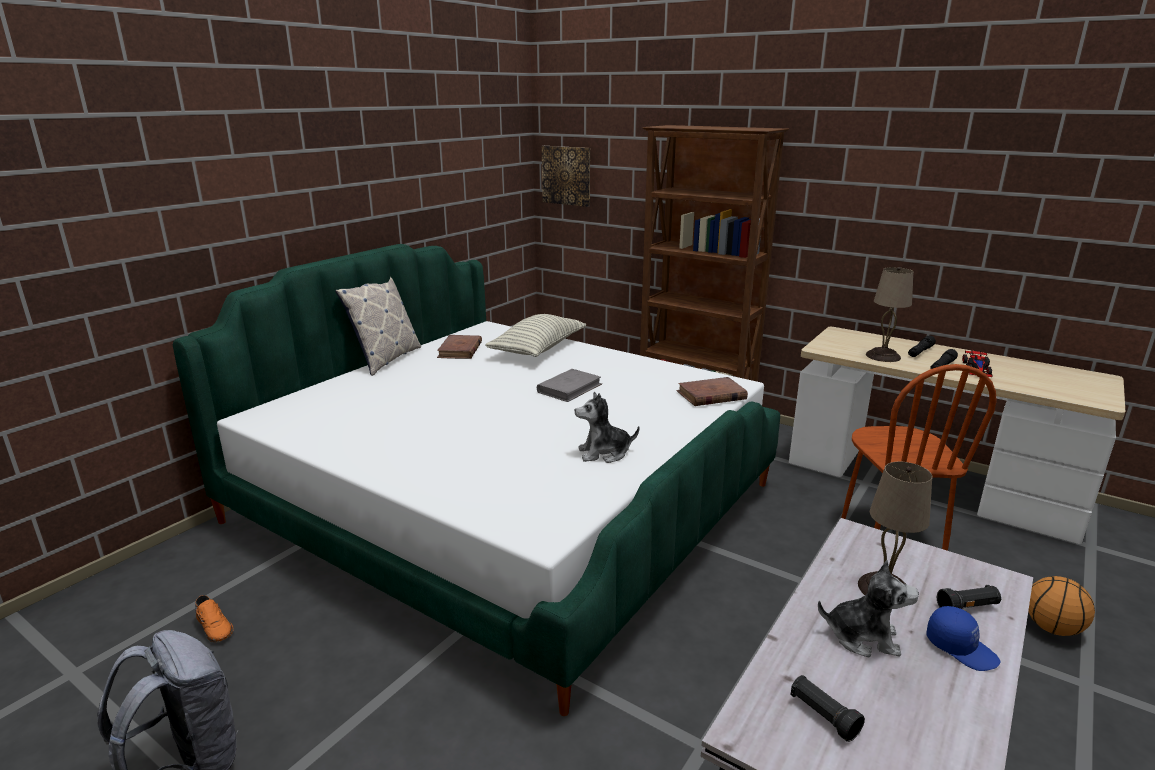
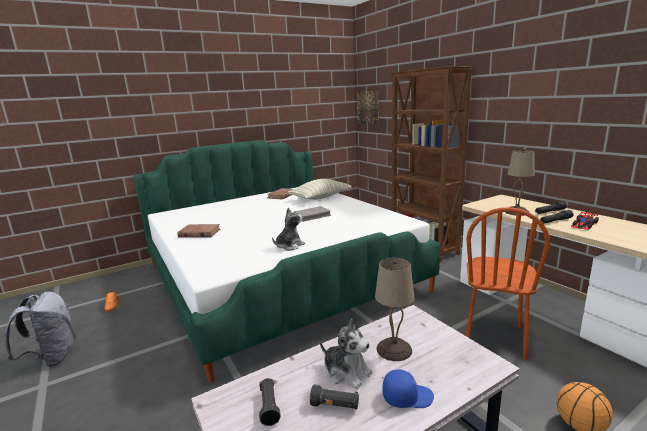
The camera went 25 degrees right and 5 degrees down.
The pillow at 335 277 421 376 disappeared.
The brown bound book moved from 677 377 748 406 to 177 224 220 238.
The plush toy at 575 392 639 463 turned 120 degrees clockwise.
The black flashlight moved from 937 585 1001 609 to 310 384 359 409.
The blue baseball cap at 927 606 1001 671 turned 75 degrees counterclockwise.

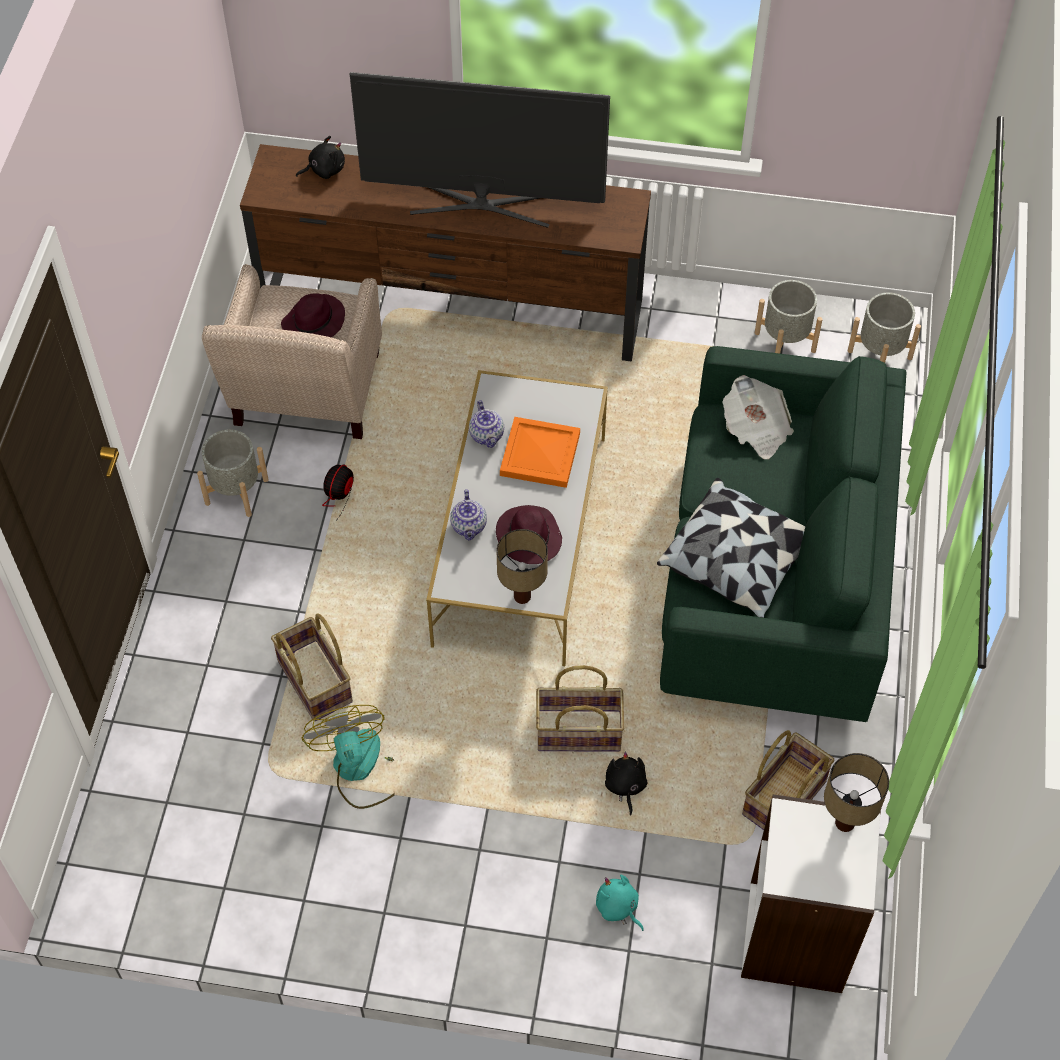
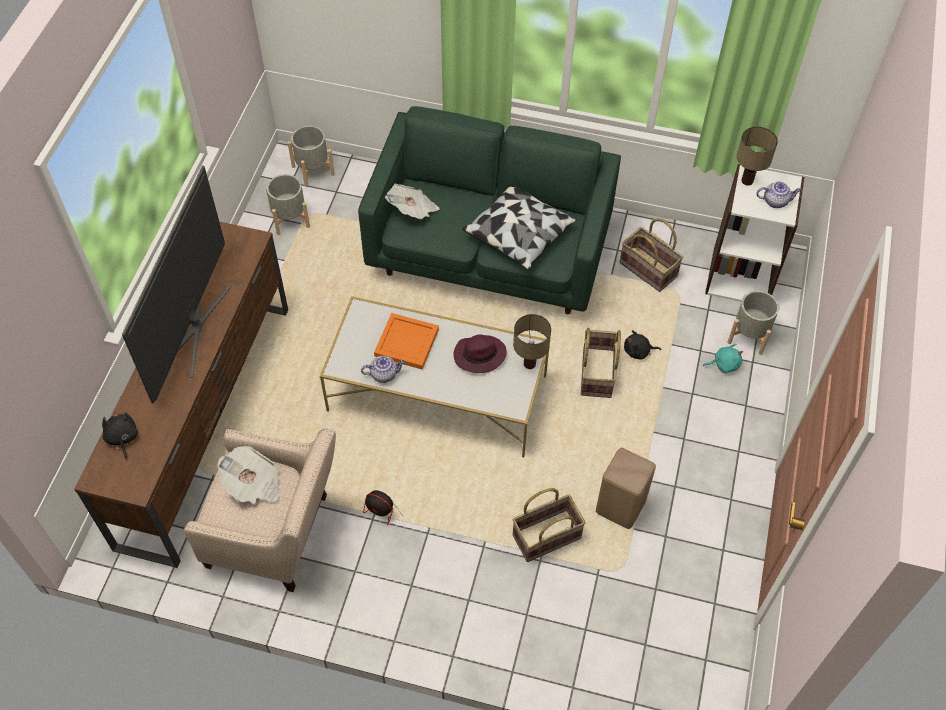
The camera went 85 degrees left and 0 degrees up.
The purple hat at 281 293 345 337 was replaced by the daily paper at 218 446 280 504.
The grey flower pot moved from 197 429 269 517 to 727 291 780 355.
The tea pot moved from 450 489 487 540 to 756 181 801 208.
The cooling fan at 302 705 394 809 was replaced by the beige stool seat at 596 448 656 529.
The turquoise-coloured plush toy at 596 875 644 931 turned 150 degrees counterclockwise.

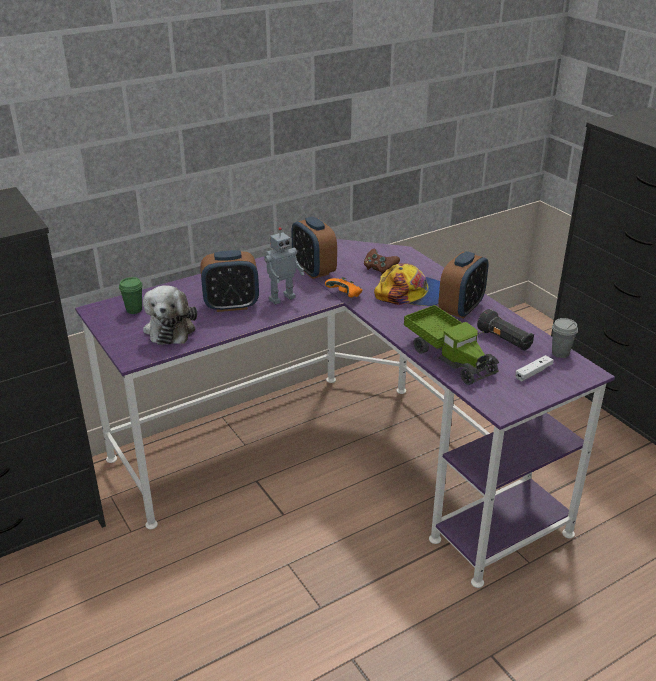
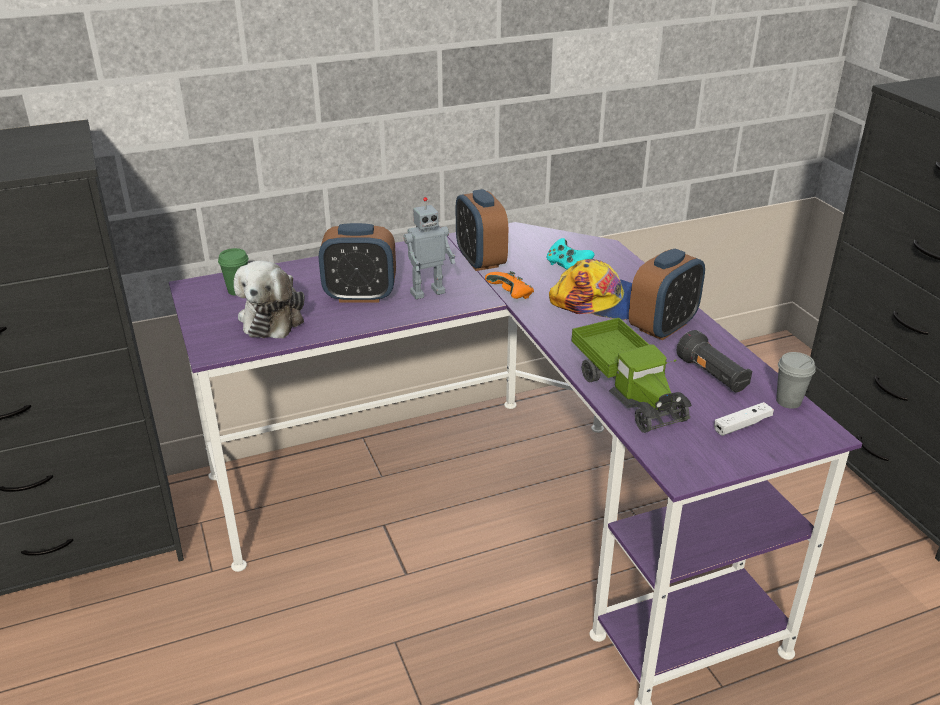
The camera went 10 degrees right and 0 degrees up.
The brown joypad at 364 249 400 274 became the turquoise-coloured joypad at 546 238 595 269.

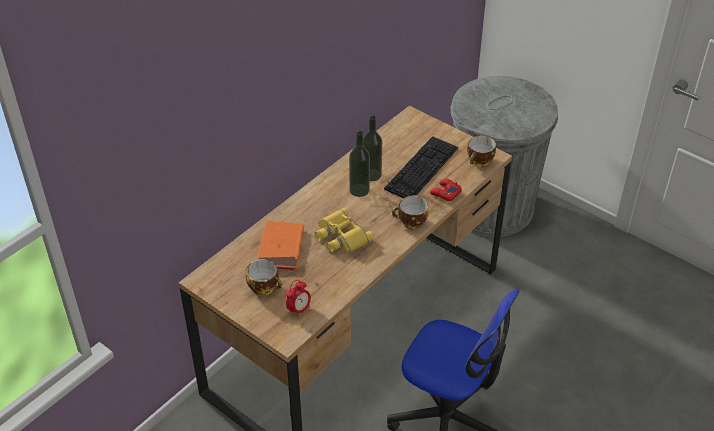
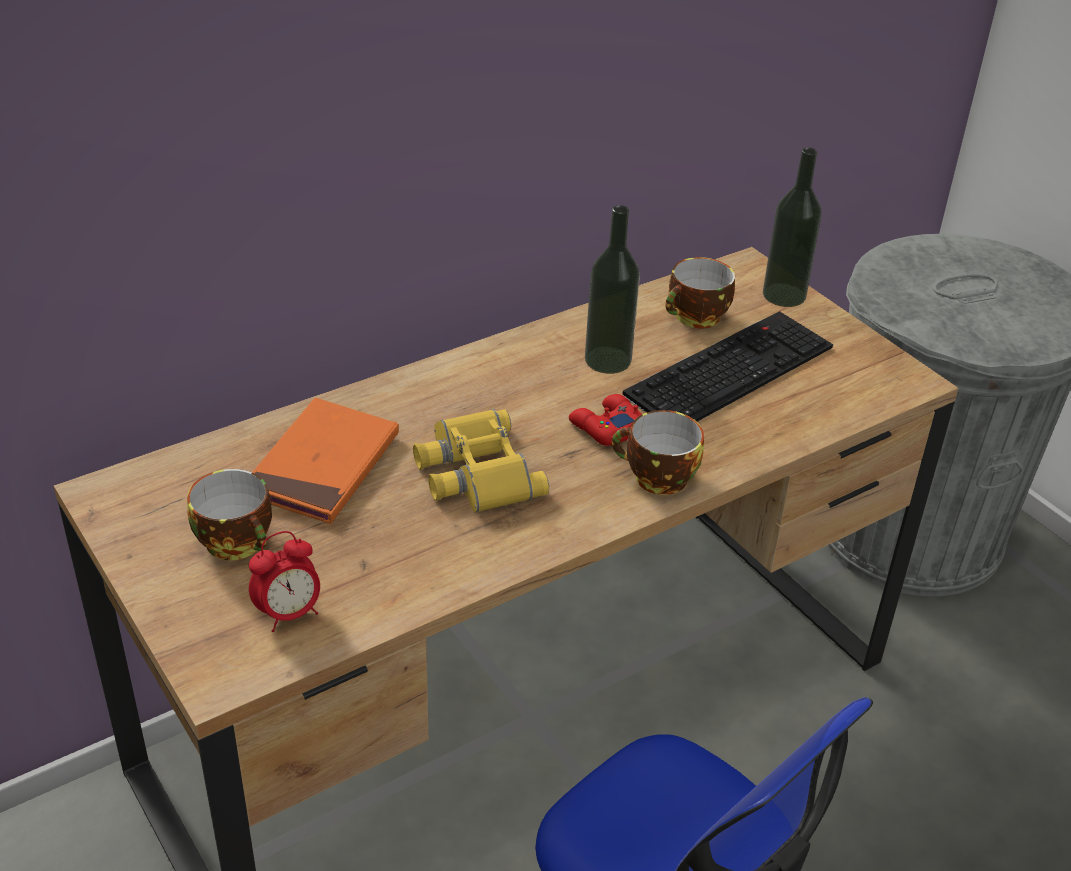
The camera went 15 degrees right and 5 degrees down.
The drink bottle moved from 349 131 370 197 to 763 148 822 307.
The cup moved from 467 136 496 167 to 665 257 735 328.
The red joypad moved from 430 179 462 201 to 569 394 642 446.

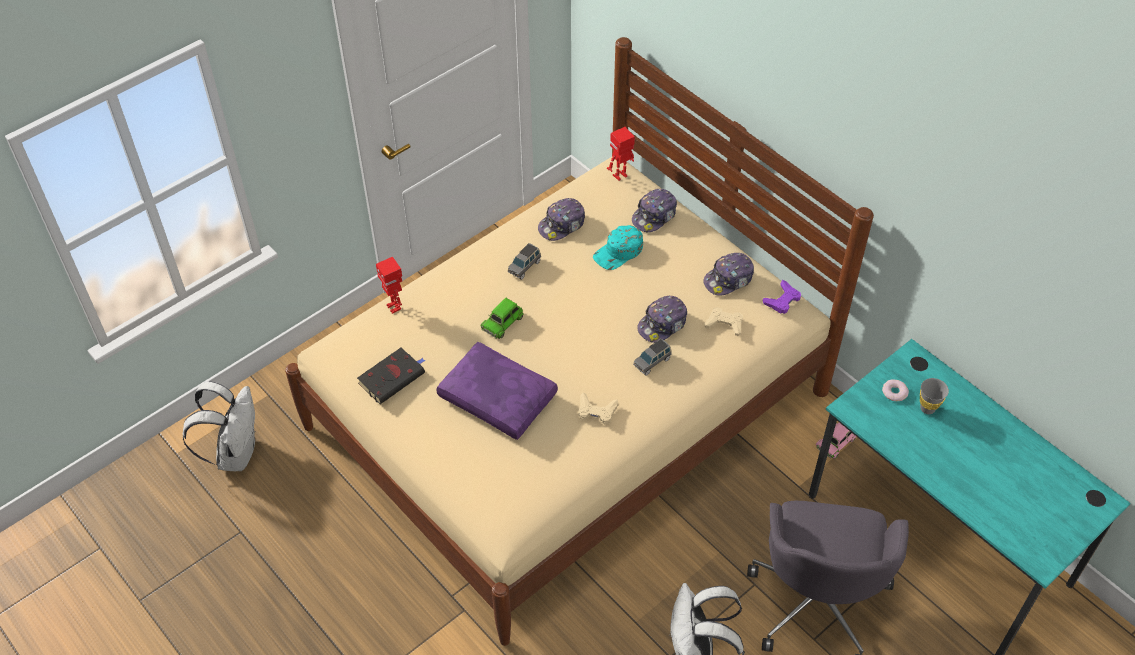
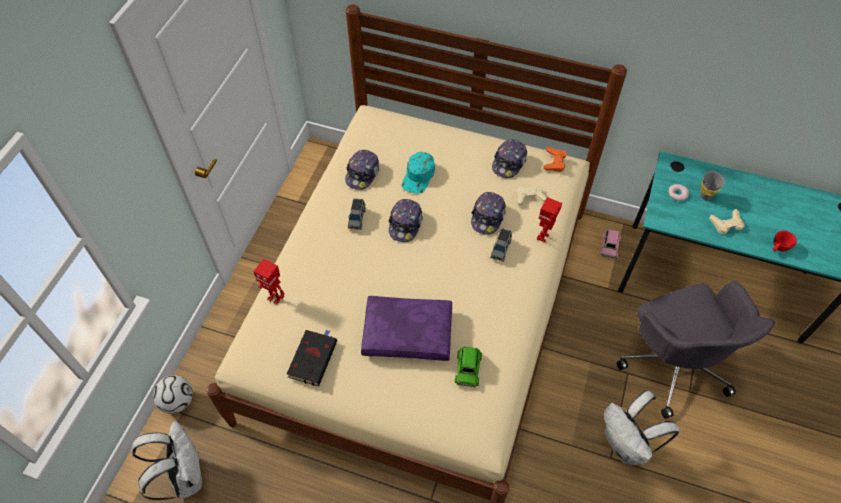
The camera went 30 degrees left and 5 degrees up.
The toy robot moved from 607 127 635 181 to 537 197 562 242.
The baseball cap moved from 632 189 677 232 to 389 199 423 242.
The purple joypad at 762 280 801 314 became the orangey joypad at 543 147 567 172.
The green-coloured miniature car moved from 481 298 524 339 to 455 347 482 387.
The beige joypad moved from 578 392 619 424 to 710 209 745 234.
The red cup at 773 230 797 251 appeared.
The ball for football at 153 375 193 414 appeared.

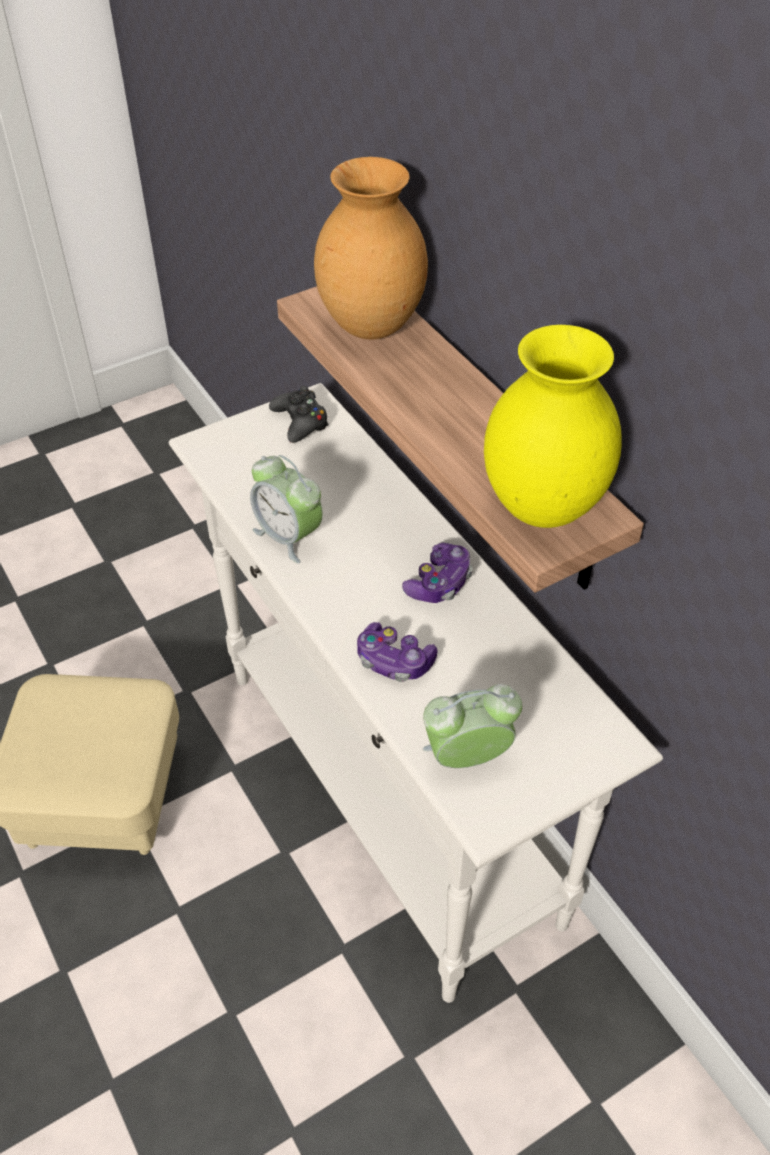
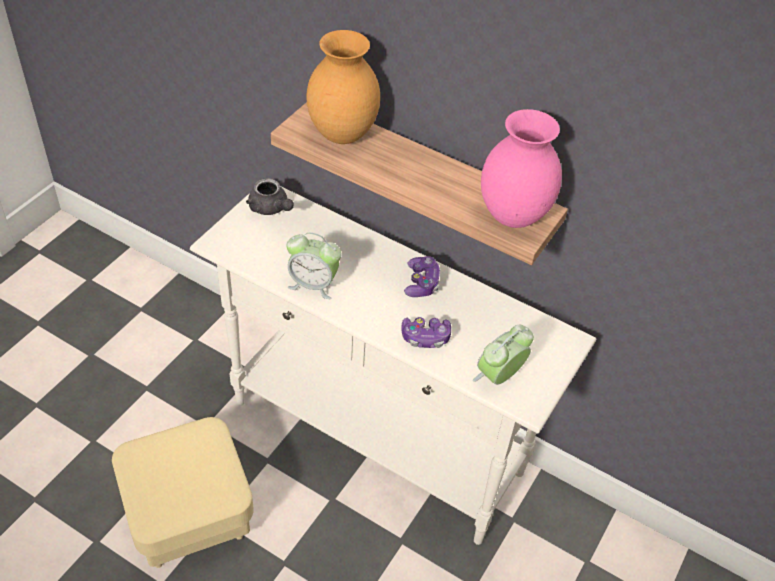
The camera went 30 degrees left and 0 degrees up.
The yellow vase at 484 325 622 528 became the pinkish vase at 481 109 562 228.
The black joypad at 269 386 329 443 was replaced by the grey tea pot at 246 178 294 215.

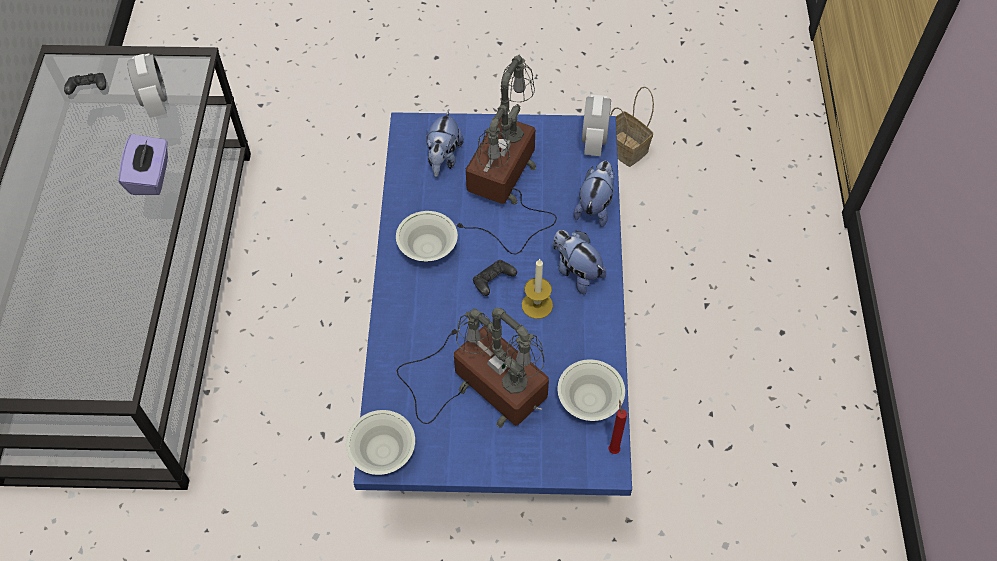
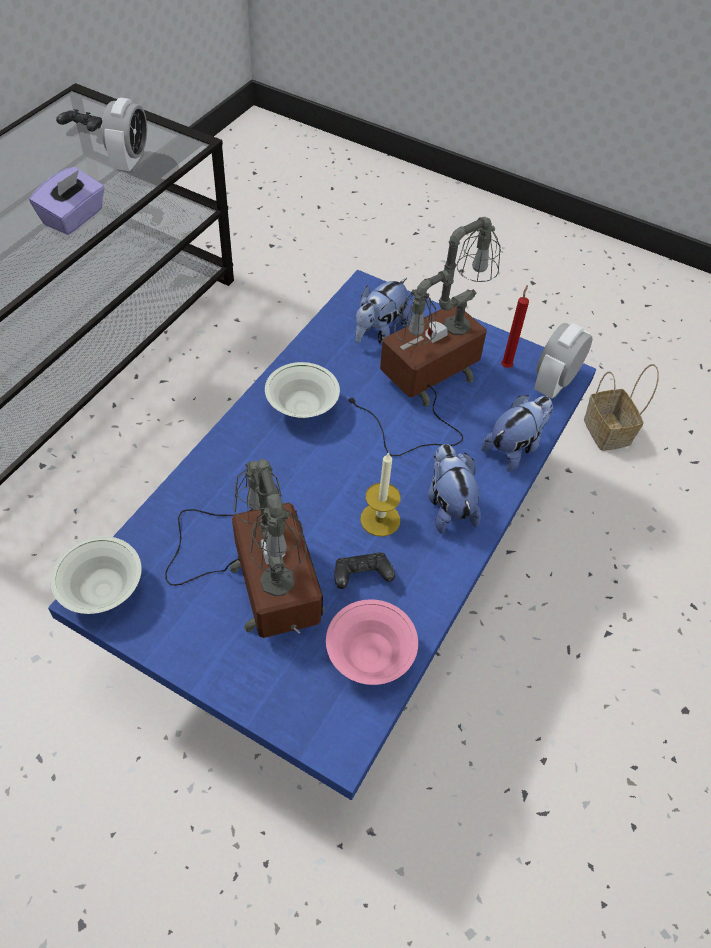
The camera went 25 degrees right and 5 degrees down.
The black joypad moved from 473 260 517 296 to 334 553 395 589.
The white-coloured deep dish at 558 359 625 421 became the pinkish deep dish at 326 599 418 685.
The red candle moved from 609 400 627 454 to 501 285 529 368.

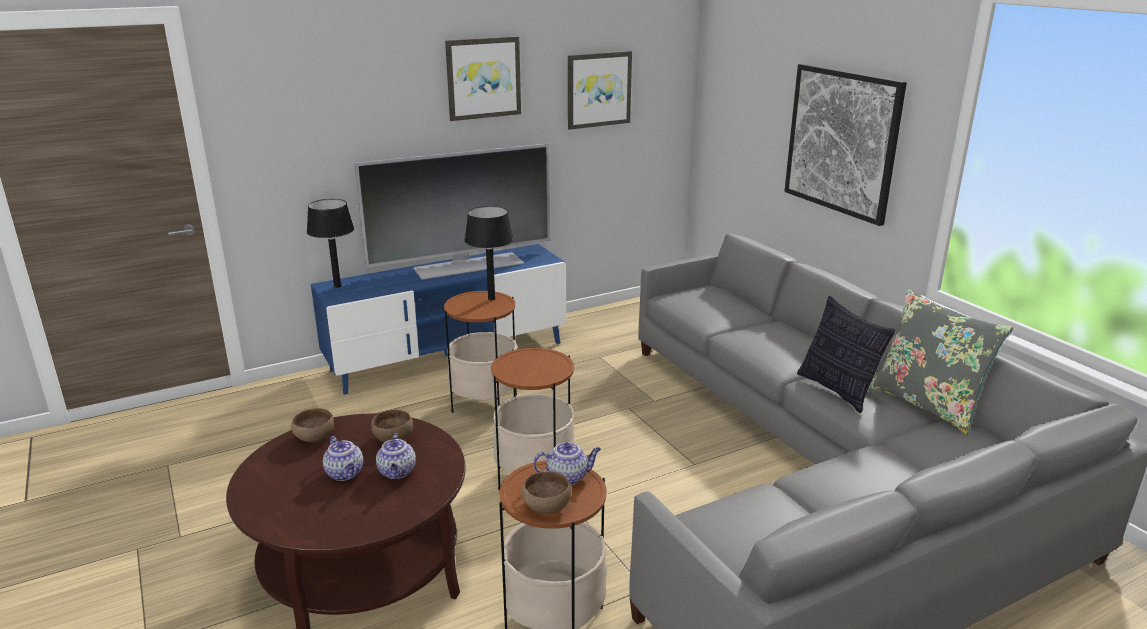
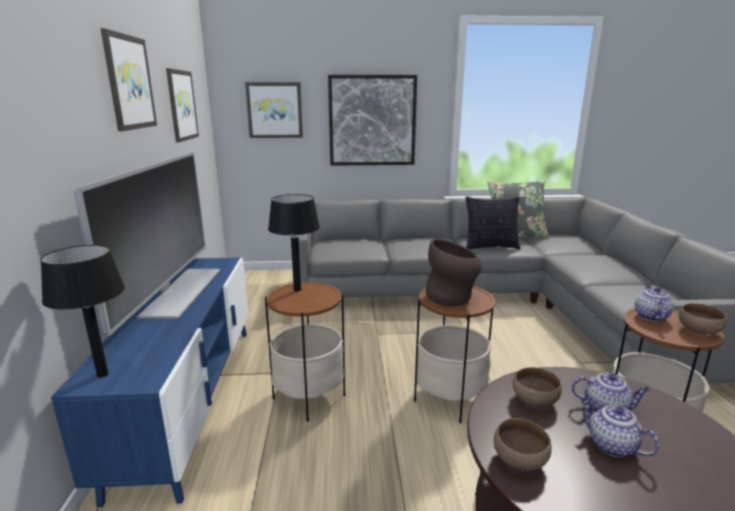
The camera went 65 degrees left and 5 degrees down.
The tea pot at 323 436 363 481 turned 120 degrees counterclockwise.
The wall art at 245 82 303 138 appeared.
The brown vase at 426 239 482 306 appeared.

